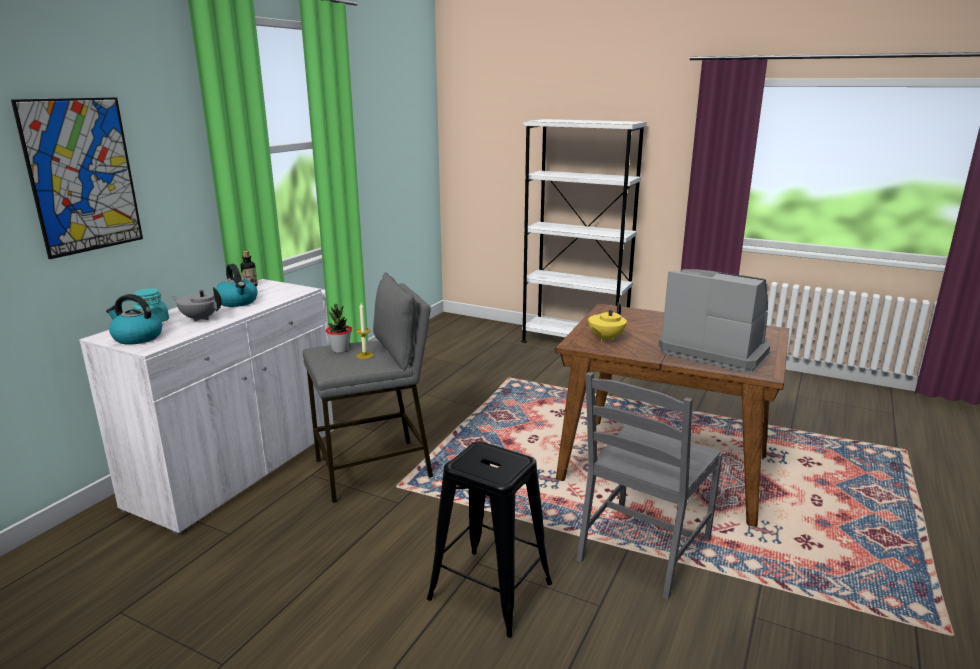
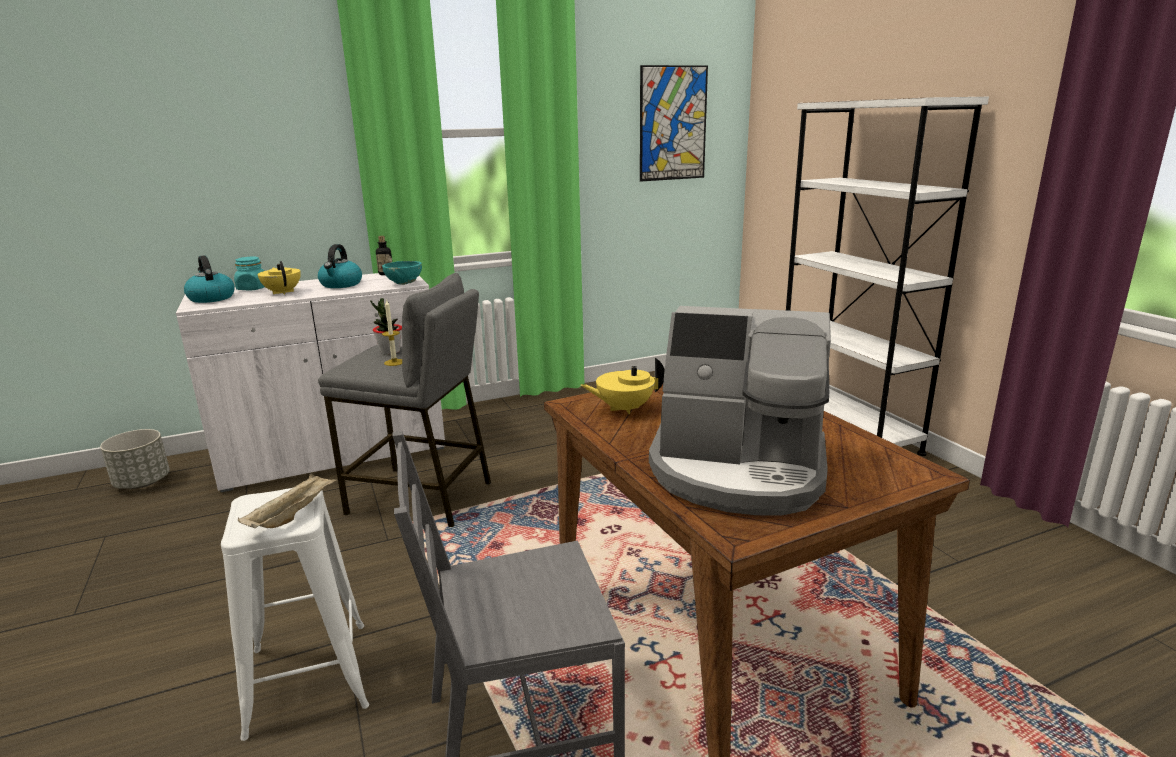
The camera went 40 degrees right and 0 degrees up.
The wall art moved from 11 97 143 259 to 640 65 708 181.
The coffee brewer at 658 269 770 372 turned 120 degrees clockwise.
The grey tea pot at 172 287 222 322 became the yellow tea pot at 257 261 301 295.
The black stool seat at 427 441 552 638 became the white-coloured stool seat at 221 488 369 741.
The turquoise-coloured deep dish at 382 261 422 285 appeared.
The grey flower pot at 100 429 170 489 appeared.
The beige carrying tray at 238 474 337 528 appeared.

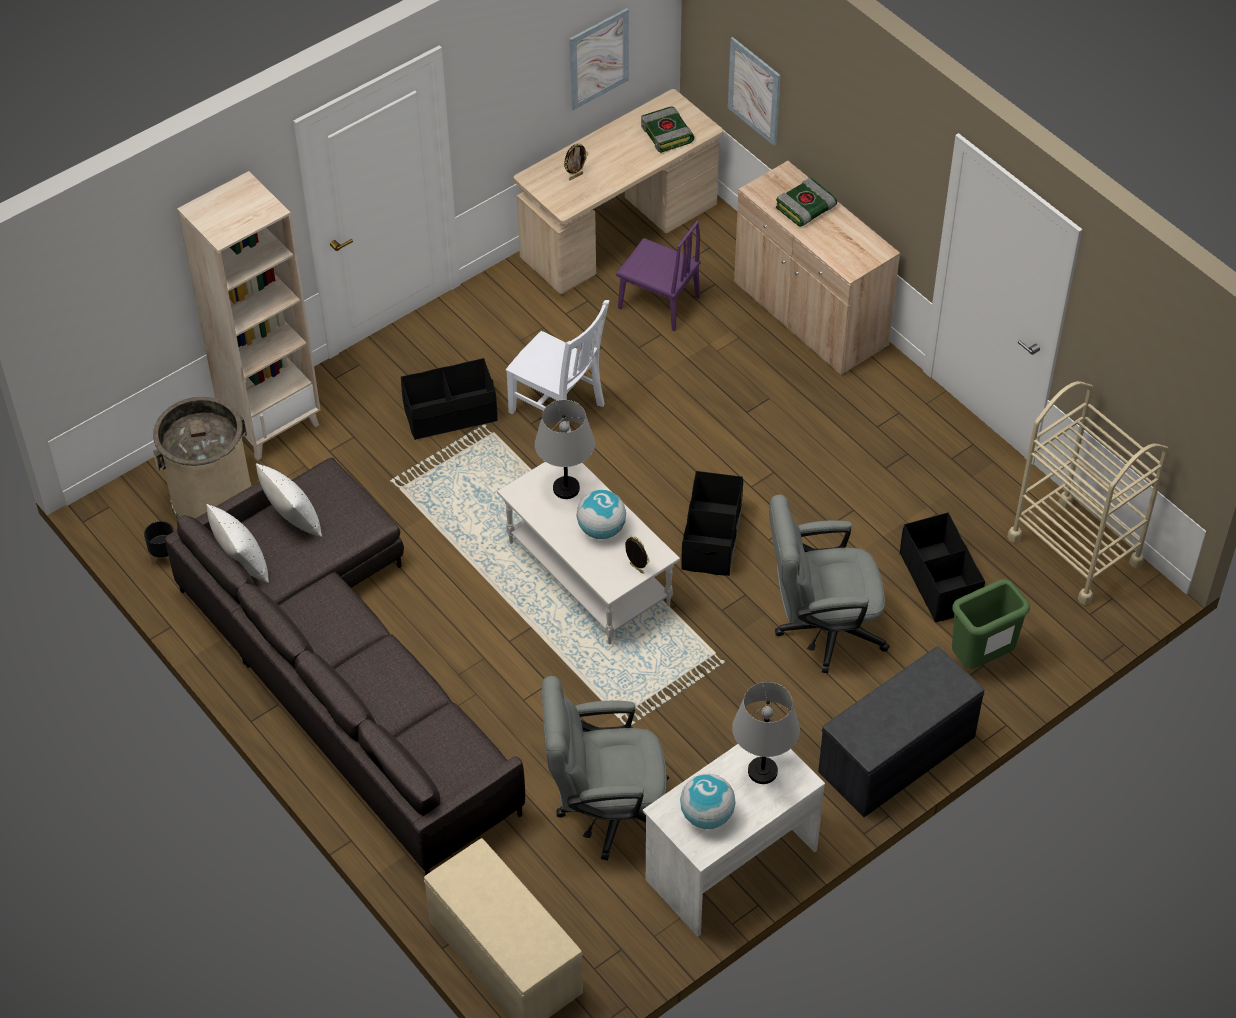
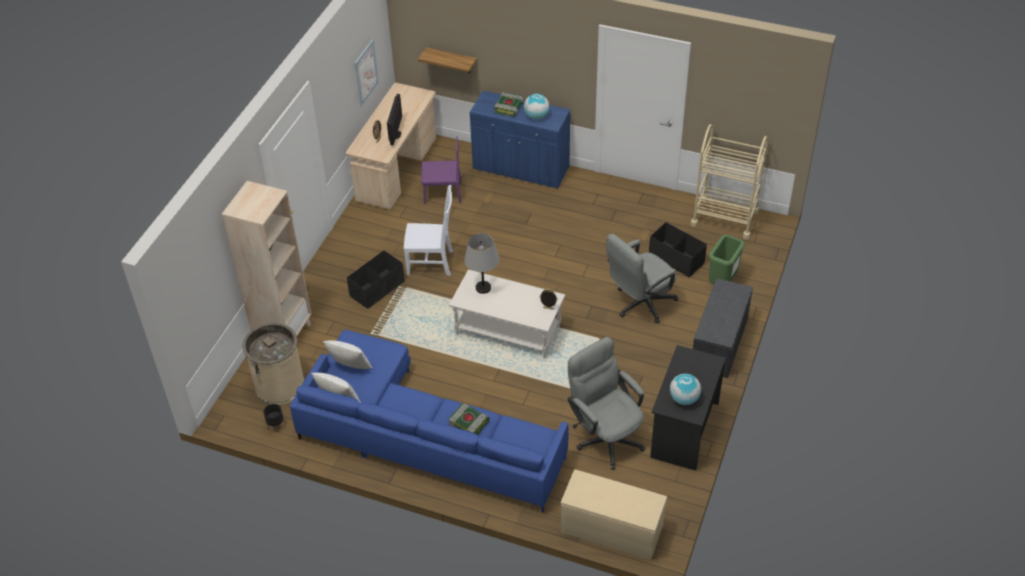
The camera went 30 degrees left and 5 degrees down.
The wall art at 728 37 781 146 was replaced by the wall shelf at 418 47 477 73.
The bound book moved from 641 106 694 153 to 448 403 490 435.
The beige cabinet at 734 161 900 375 became the blue cabinet at 470 90 570 189.
The grey sofa at 165 458 525 875 became the blue sofa at 290 329 569 512.
The black storage box at 681 471 743 576 disappeared.
The world globe moved from 577 490 626 539 to 524 94 550 120.
The grey office chair at 542 676 669 860 turned 90 degrees clockwise.
The grey lamp for a table at 732 682 800 784 disappeared.
The white-coloured desk at 642 744 825 936 became the black desk at 650 345 726 471.
The computer display at 387 94 402 145 appeared.

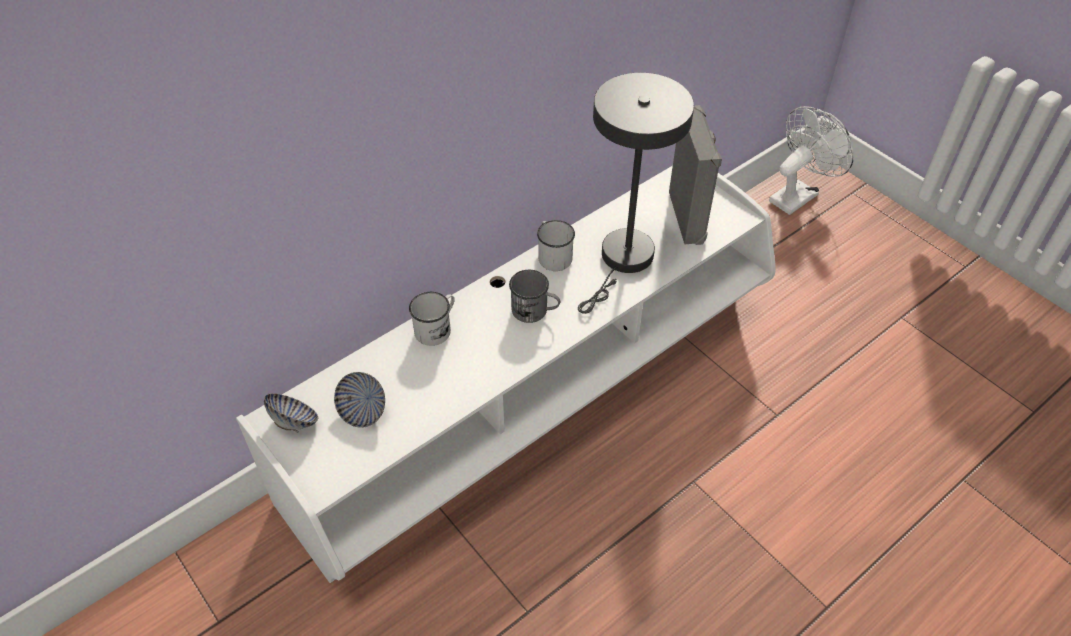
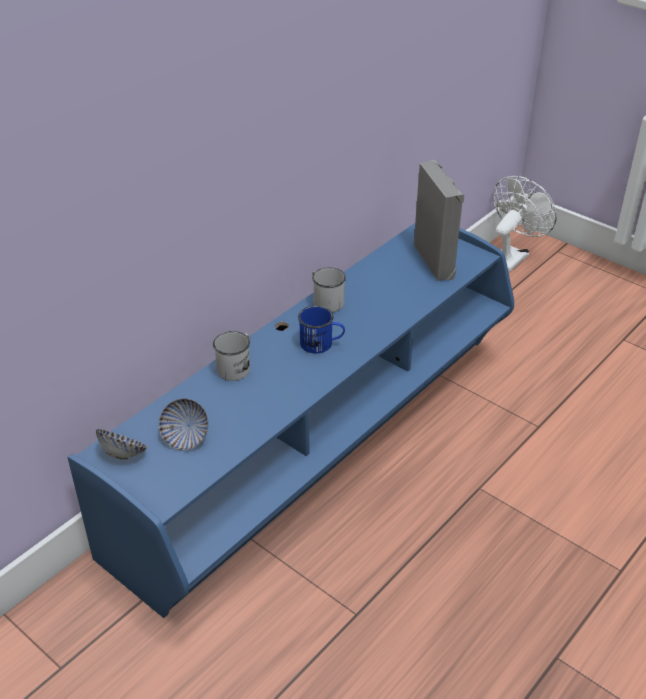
The camera went 10 degrees left and 10 degrees down.
The grey lamp for a table at 578 73 694 314 disappeared.
The white-coloured tv stand at 236 166 776 583 became the blue tv stand at 68 223 514 618.
The grey coffee mug at 509 270 560 323 became the blue coffee mug at 298 306 345 353.

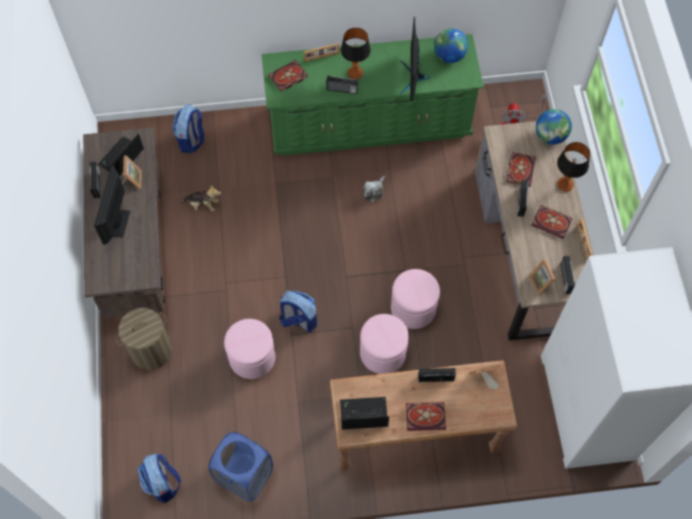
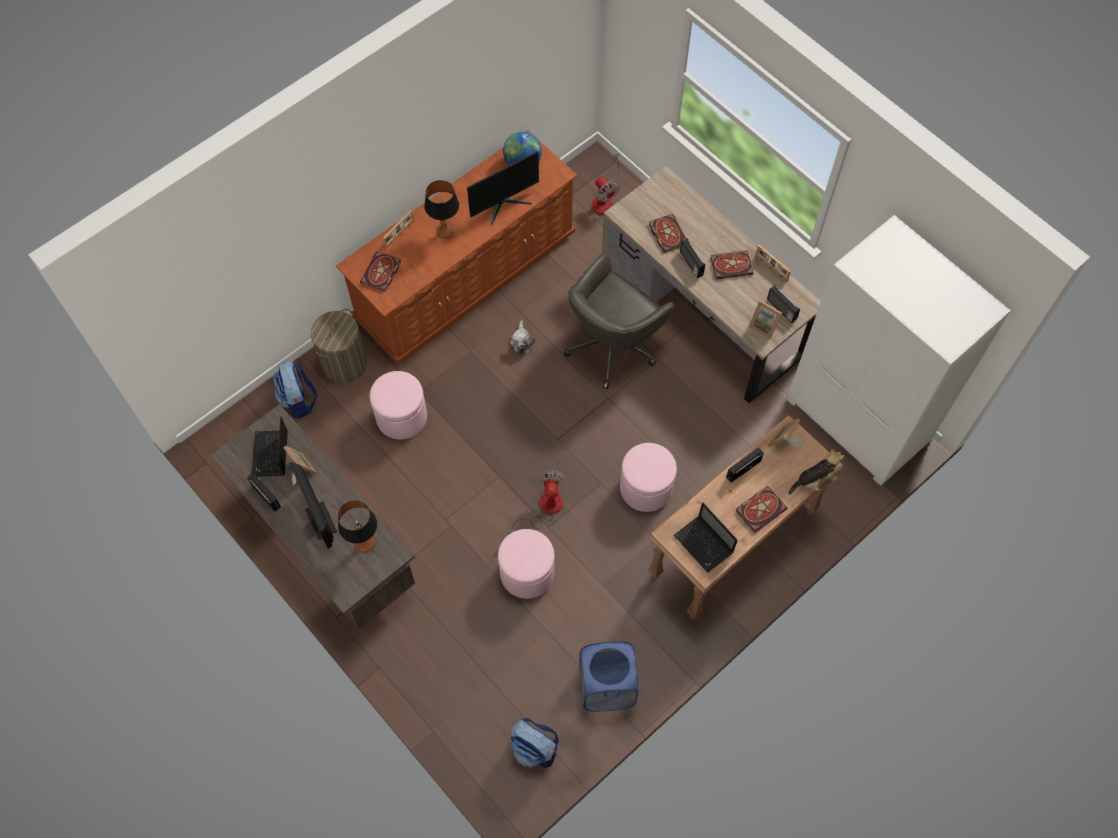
The camera went 35 degrees left and 0 degrees up.
The computer display at 400 17 430 101 turned 90 degrees counterclockwise.
The green-coloured drawer chest at 261 34 484 156 became the brown drawer chest at 336 130 578 364.
The radio receiver at 327 75 358 94 disappeared.
The world globe at 536 109 572 144 disappeared.
The lamp for a table moved from 557 142 590 192 to 338 501 377 552.
The plush toy moved from 180 186 221 211 to 788 449 844 495.
The pinkish footrest moved from 391 269 440 329 to 370 371 427 439.
The rucksack at 279 291 317 332 was replaced by the cooling fan at 507 470 566 534.
The hamper moved from 115 308 172 370 to 311 309 367 383.
The portable computer at 340 397 389 430 turned 90 degrees counterclockwise.
The grey office chair at 563 254 674 389 appeared.

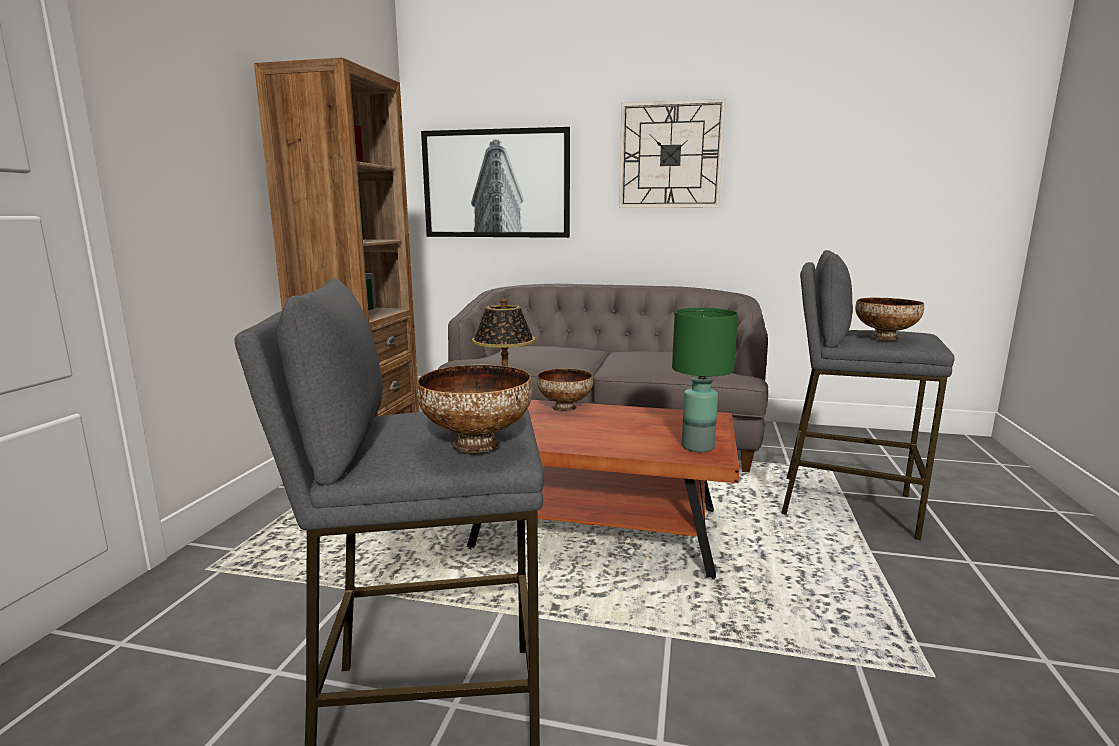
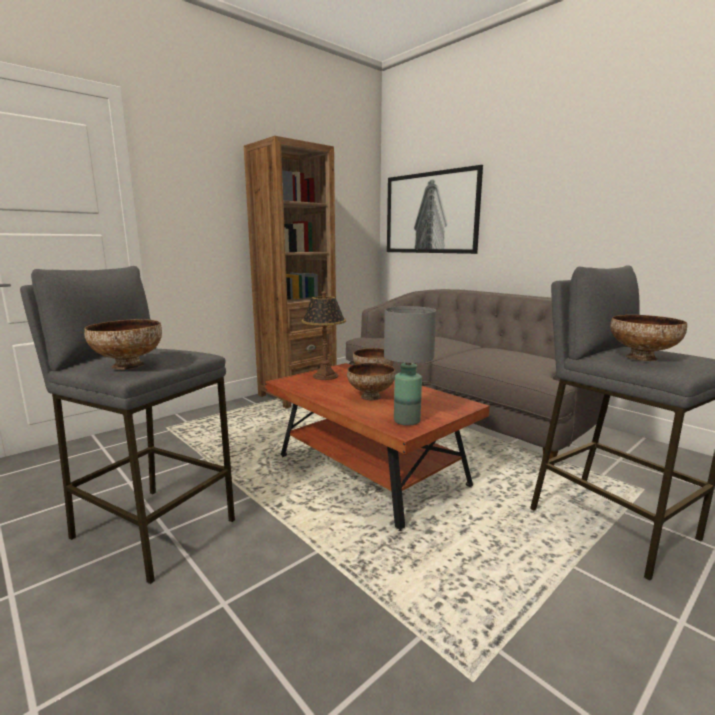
The camera went 35 degrees right and 0 degrees up.
The clock on the wall at 619 99 726 208 disappeared.
The green-coloured lamp for a table at 672 308 738 452 became the grey lamp for a table at 384 306 436 426.
The deep dish at 347 363 396 400 appeared.

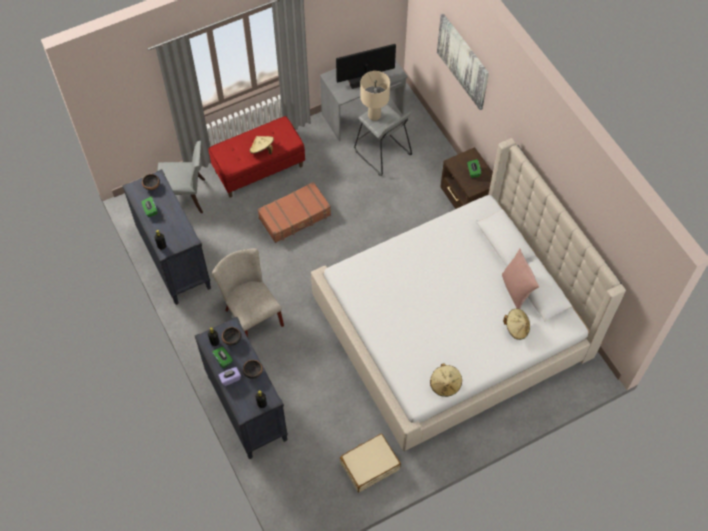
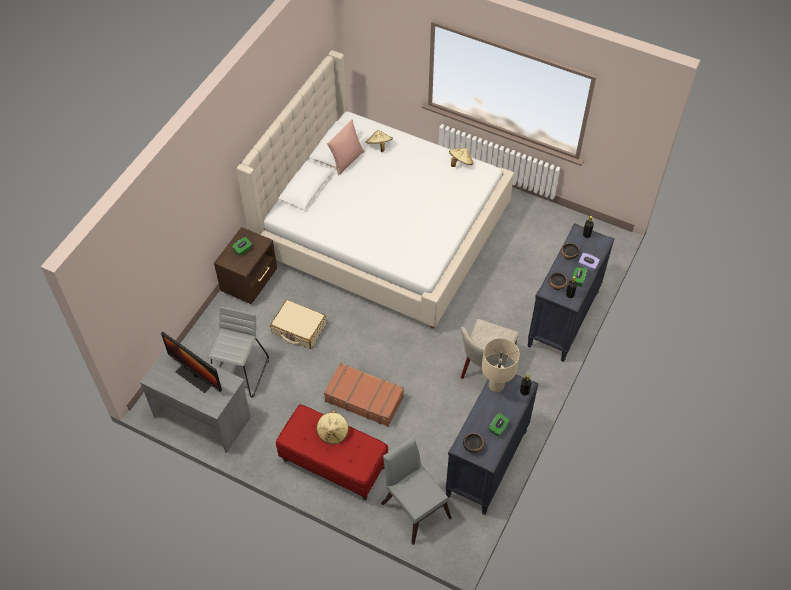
The camera went 125 degrees left and 5 degrees down.
The wall art at 437 13 489 110 disappeared.
The beige lamp for a table moved from 360 71 390 121 to 482 338 520 392.
The beige piece of luggage moved from 340 434 401 492 to 270 300 326 349.

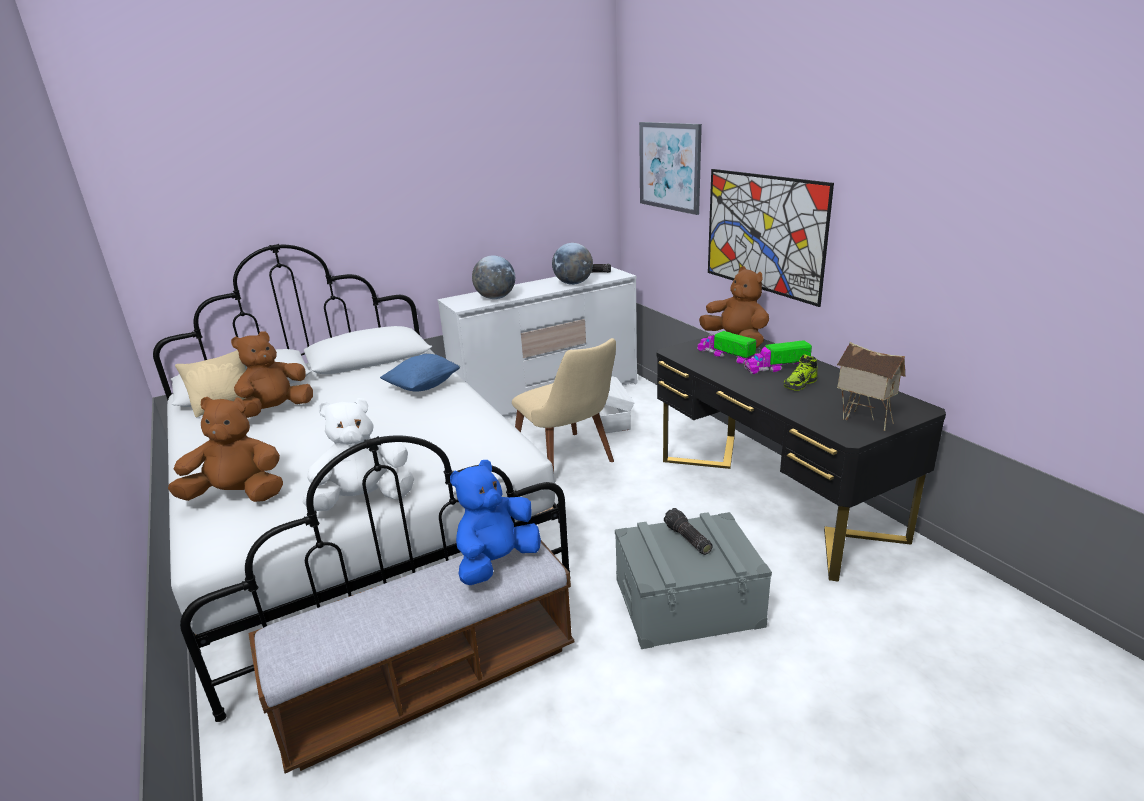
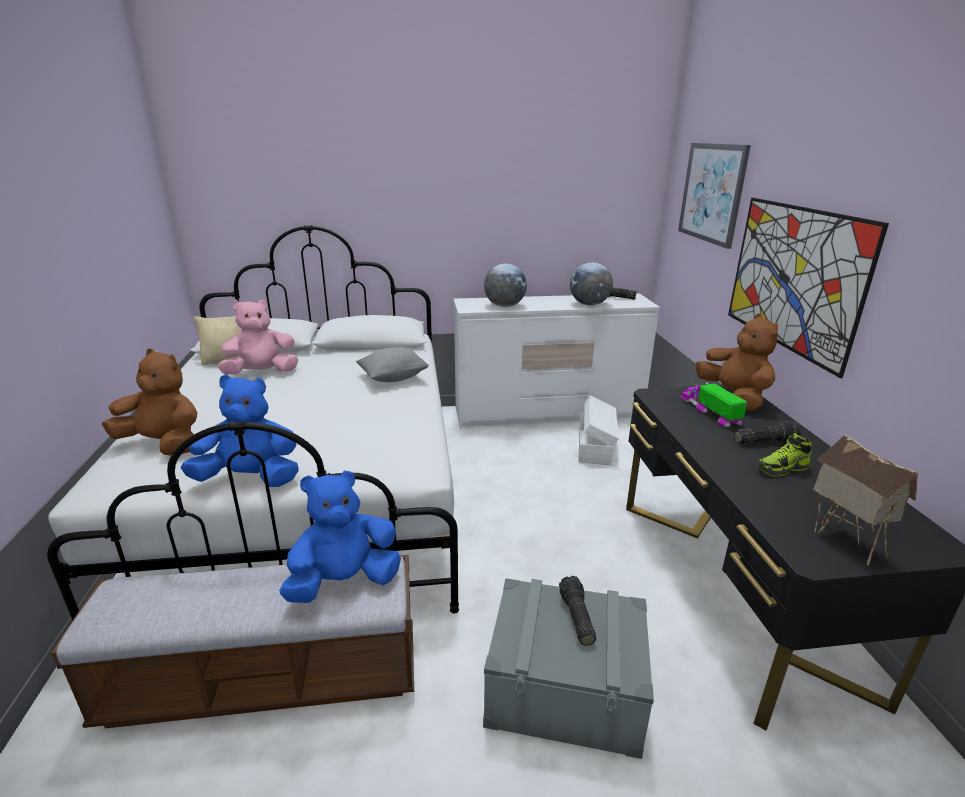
The camera went 20 degrees right and 0 degrees up.
The brown plush toy at 231 332 313 418 became the pinkish plush toy at 218 300 298 375.
The beige upright chair at 512 338 616 472 disappeared.
The toy lorry at 744 340 812 374 was replaced by the flashlight at 734 420 801 444.
The blue pillow at 380 354 460 392 became the grey pillow at 356 347 429 382.
The white-coloured plush toy at 302 398 414 511 became the blue plush toy at 181 375 299 487.

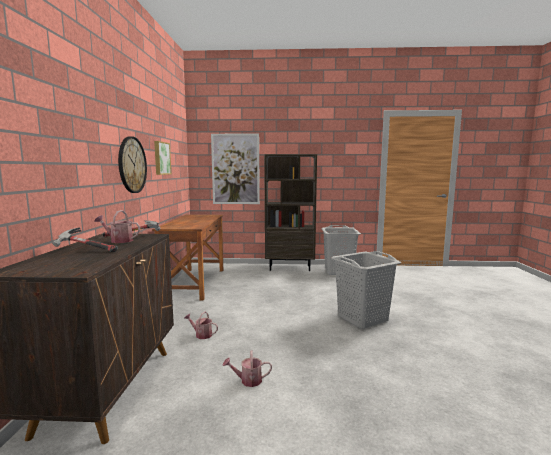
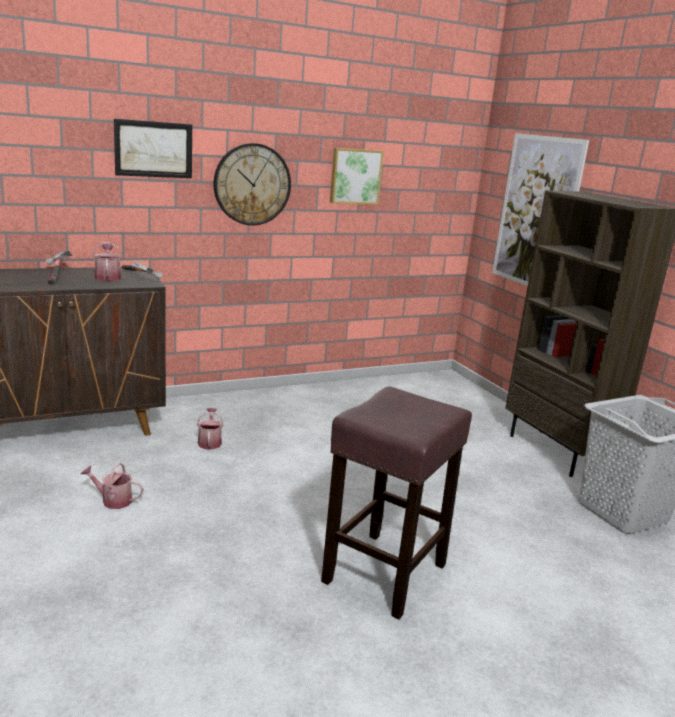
The camera went 60 degrees right and 10 degrees up.
The brown desk at 152 215 223 301 disappeared.
The grey hamper at 331 251 401 328 was replaced by the brown stool seat at 321 386 472 620.
The watering pot at 223 350 272 387 turned 45 degrees counterclockwise.
The wall art at 114 119 192 178 appeared.

